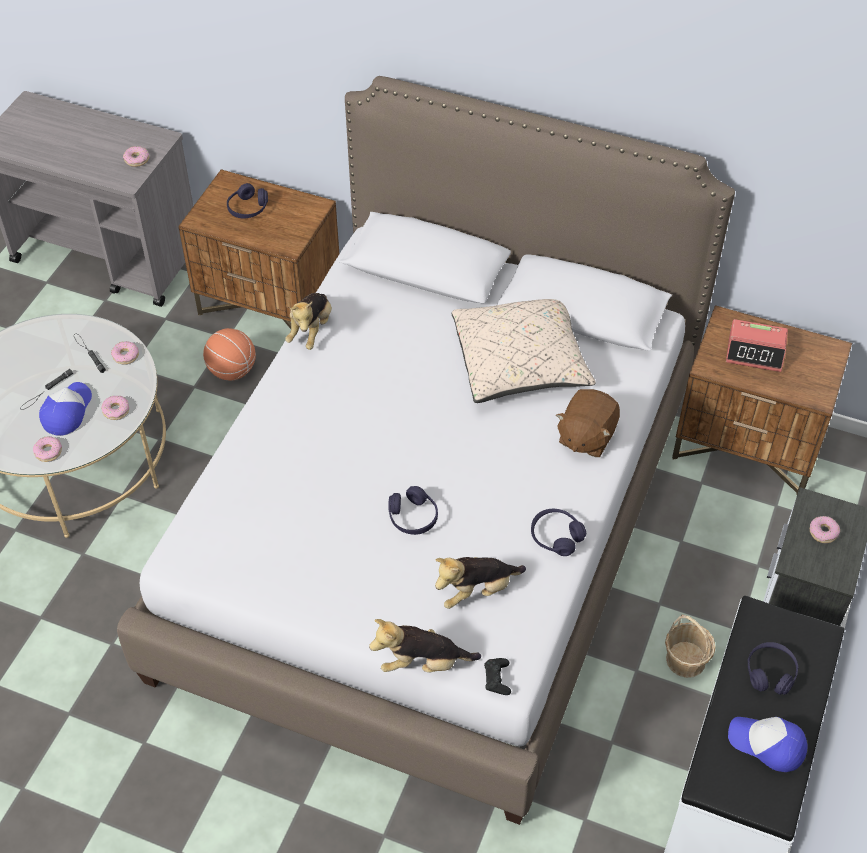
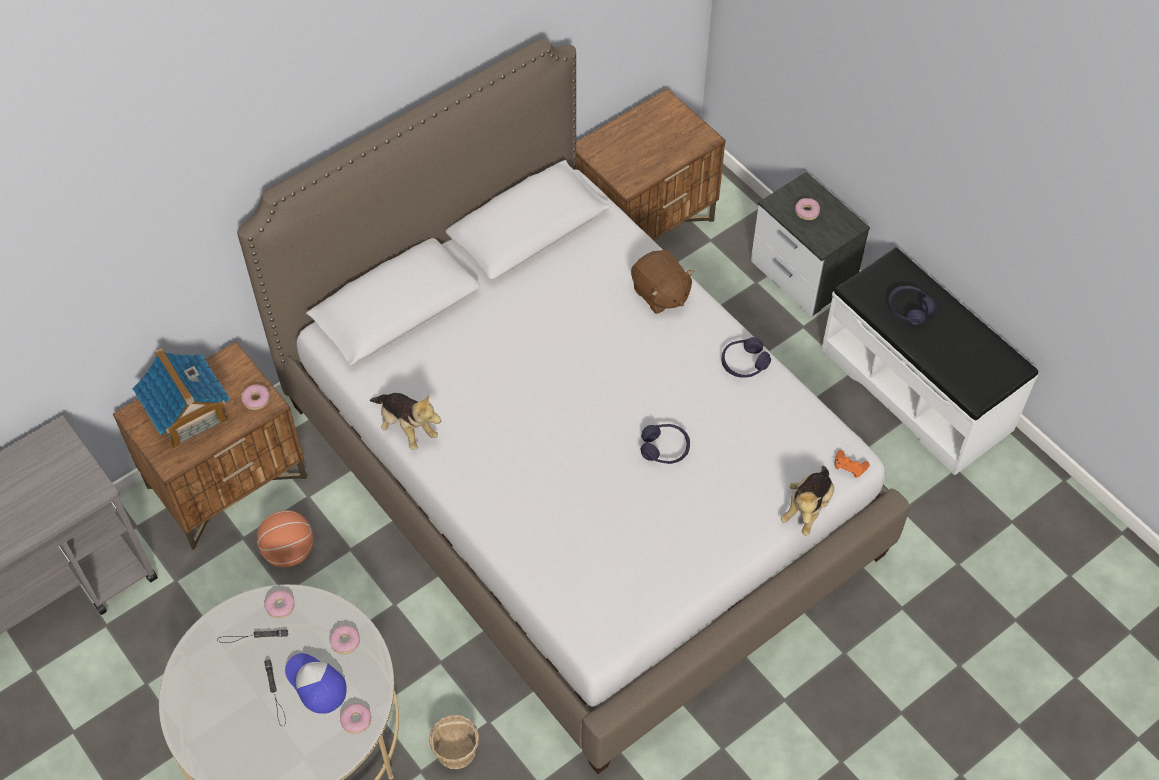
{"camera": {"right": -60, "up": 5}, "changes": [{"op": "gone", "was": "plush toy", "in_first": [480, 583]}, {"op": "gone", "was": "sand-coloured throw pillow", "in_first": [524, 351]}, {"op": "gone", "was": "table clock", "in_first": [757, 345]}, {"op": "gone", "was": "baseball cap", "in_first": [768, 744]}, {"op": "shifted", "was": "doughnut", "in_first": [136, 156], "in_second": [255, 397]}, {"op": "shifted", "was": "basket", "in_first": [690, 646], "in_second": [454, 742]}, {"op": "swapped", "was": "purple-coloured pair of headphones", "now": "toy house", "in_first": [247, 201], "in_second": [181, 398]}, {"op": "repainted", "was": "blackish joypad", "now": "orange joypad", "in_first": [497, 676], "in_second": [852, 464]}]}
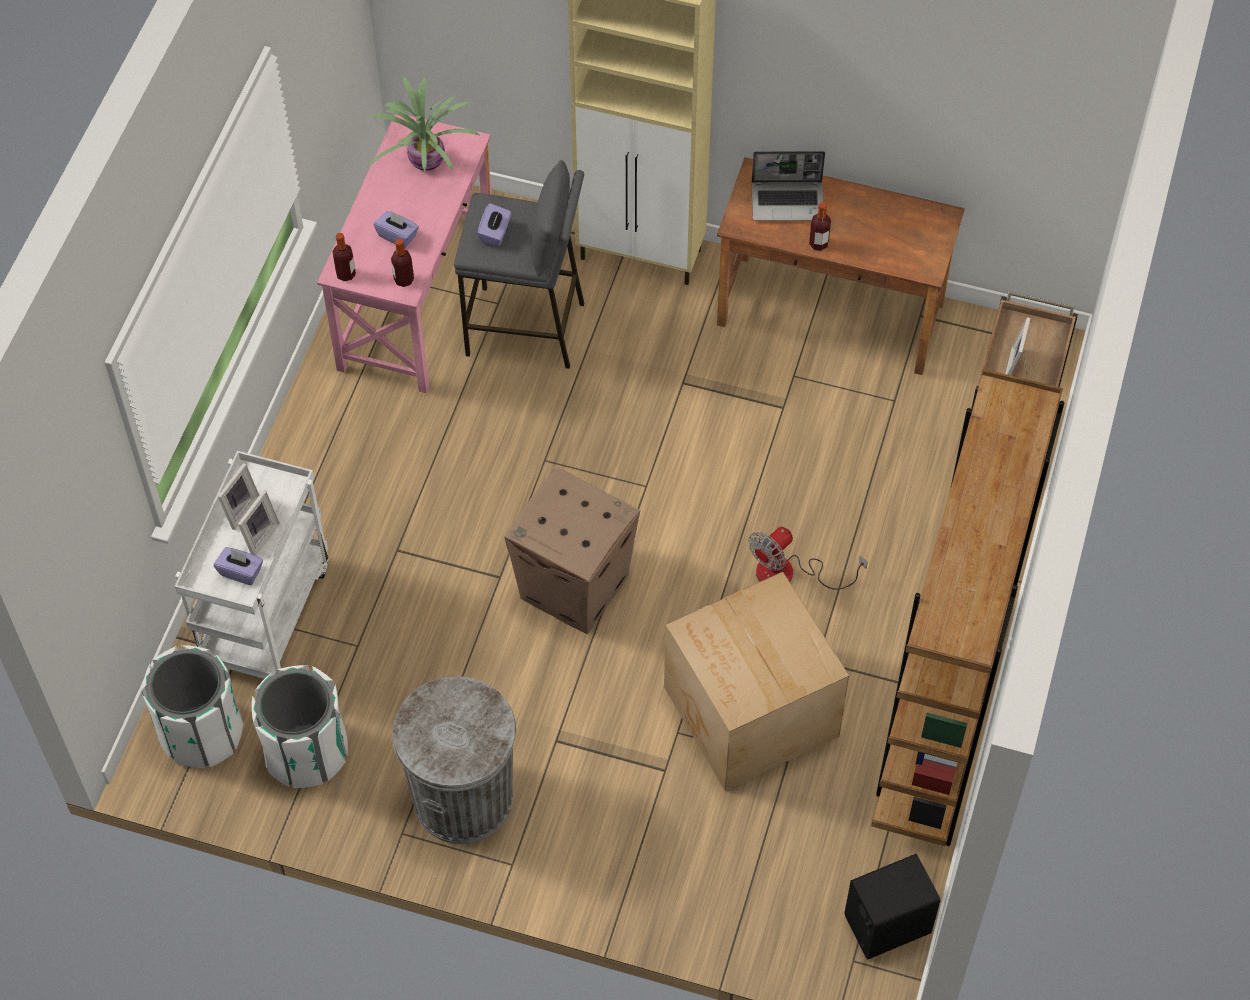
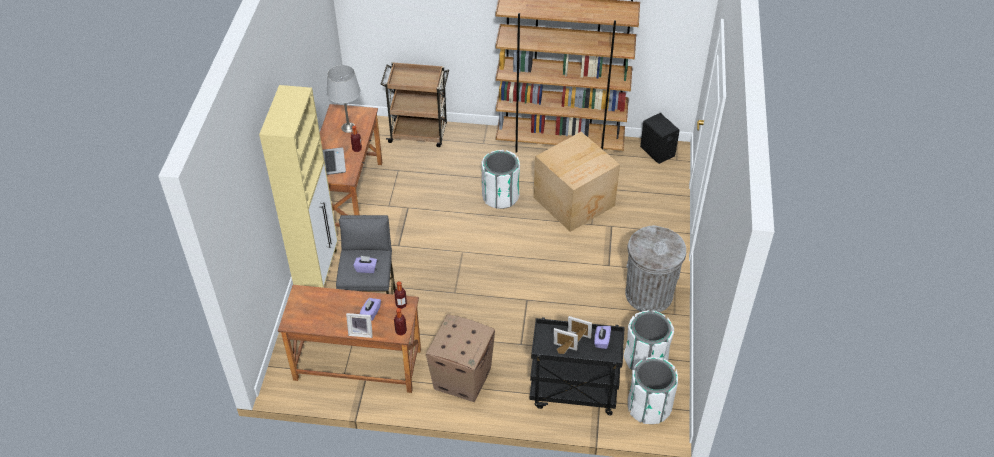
{"camera": {"right": -100, "up": -10}, "changes": [{"op": "gone", "was": "potted plant", "in_first": [424, 124]}, {"op": "new", "now": "grey table lamp", "in_second": [343, 99]}, {"op": "shifted", "was": "cardboard box", "in_first": [572, 550], "in_second": [460, 358]}, {"op": "shifted", "was": "photo frame", "in_first": [1017, 346], "in_second": [359, 325]}, {"op": "swapped", "was": "cooling fan", "now": "whitish rubbish bin", "in_first": [808, 558], "in_second": [500, 179]}, {"op": "repainted", "was": "whitish cart", "now": "blackish cart", "in_first": [252, 565], "in_second": [577, 366]}, {"op": "repainted", "was": "pink-coloured desk unit", "now": "brown desk unit", "in_first": [404, 253], "in_second": [349, 339]}]}
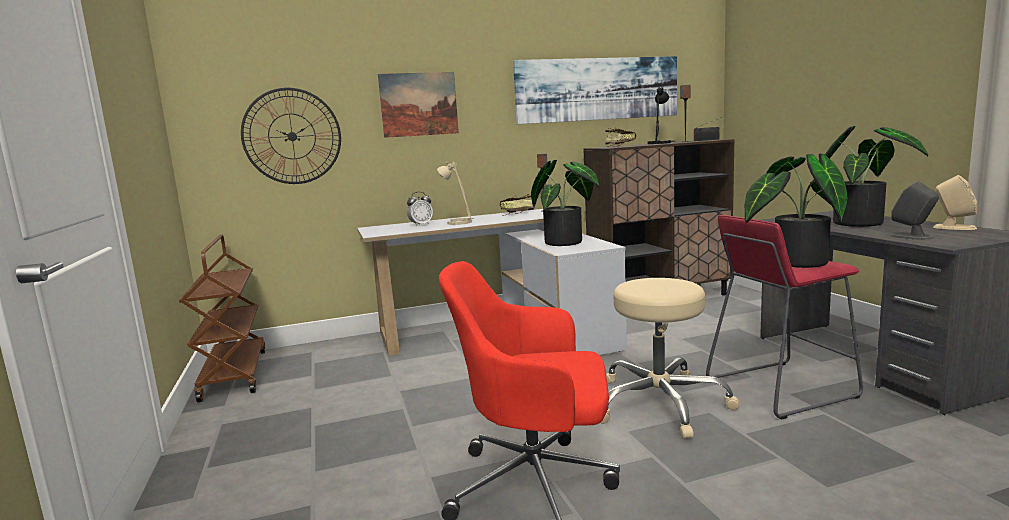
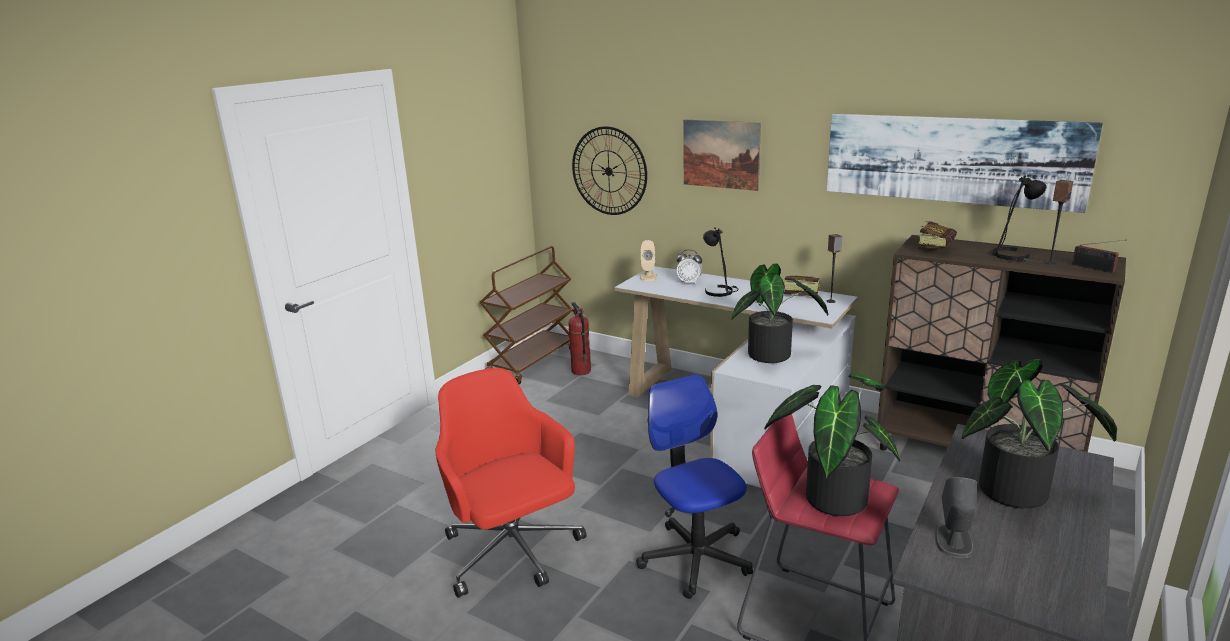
{"camera": {"right": 50, "up": 10}, "changes": [{"op": "new", "now": "extinguisher", "in_second": [579, 338]}, {"op": "shifted", "was": "sand-coloured audio speaker", "in_first": [955, 202], "in_second": [648, 260]}, {"op": "swapped", "was": "sand-coloured sitting stool", "now": "computer chair", "in_first": [670, 358], "in_second": [694, 486]}, {"op": "repainted", "was": "sand-coloured table lamp", "now": "blackish table lamp", "in_first": [455, 193], "in_second": [720, 262]}]}
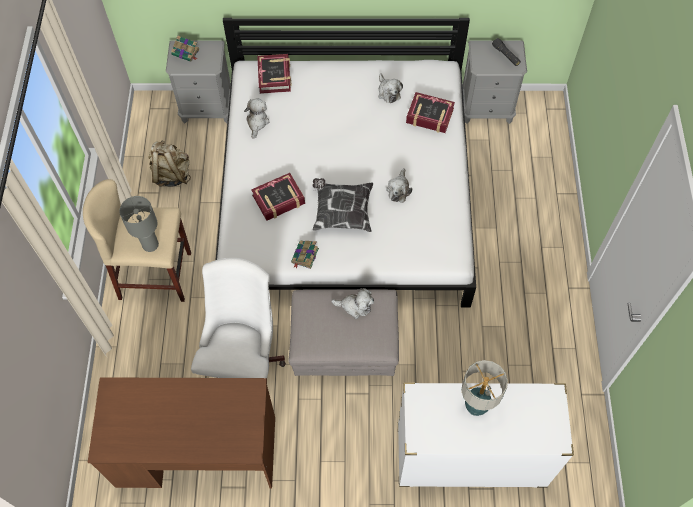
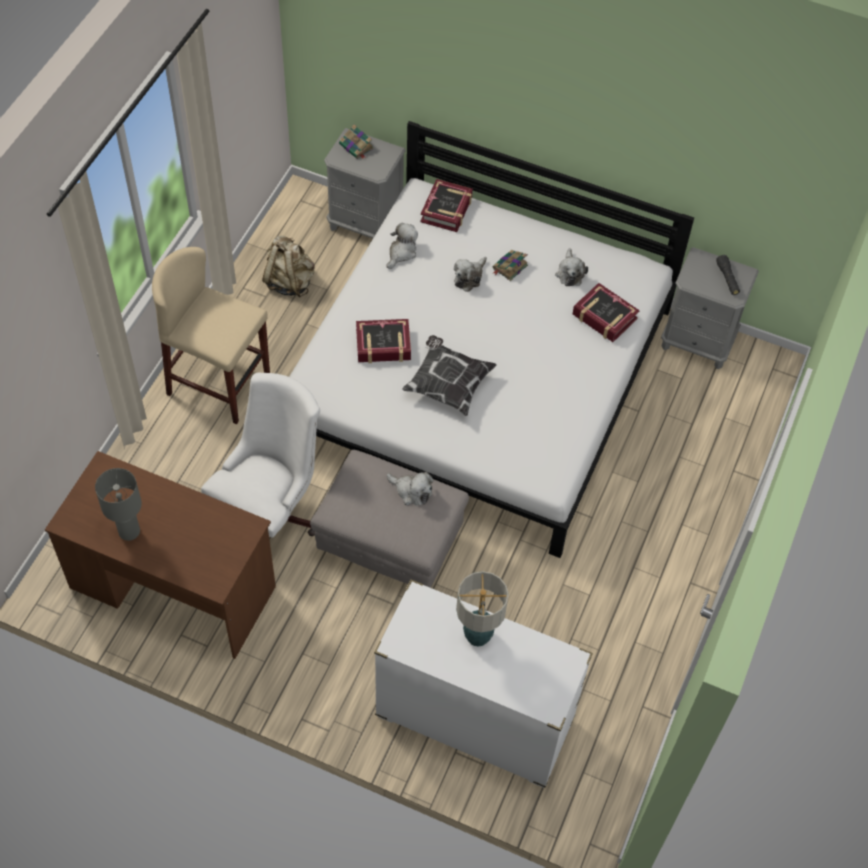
{"camera": {"right": 20, "up": -5}, "changes": [{"op": "shifted", "was": "grey table lamp", "in_first": [139, 224], "in_second": [118, 504]}, {"op": "shifted", "was": "bound book", "in_first": [305, 255], "in_second": [510, 265]}, {"op": "shifted", "was": "plush toy", "in_first": [399, 185], "in_second": [470, 274]}]}
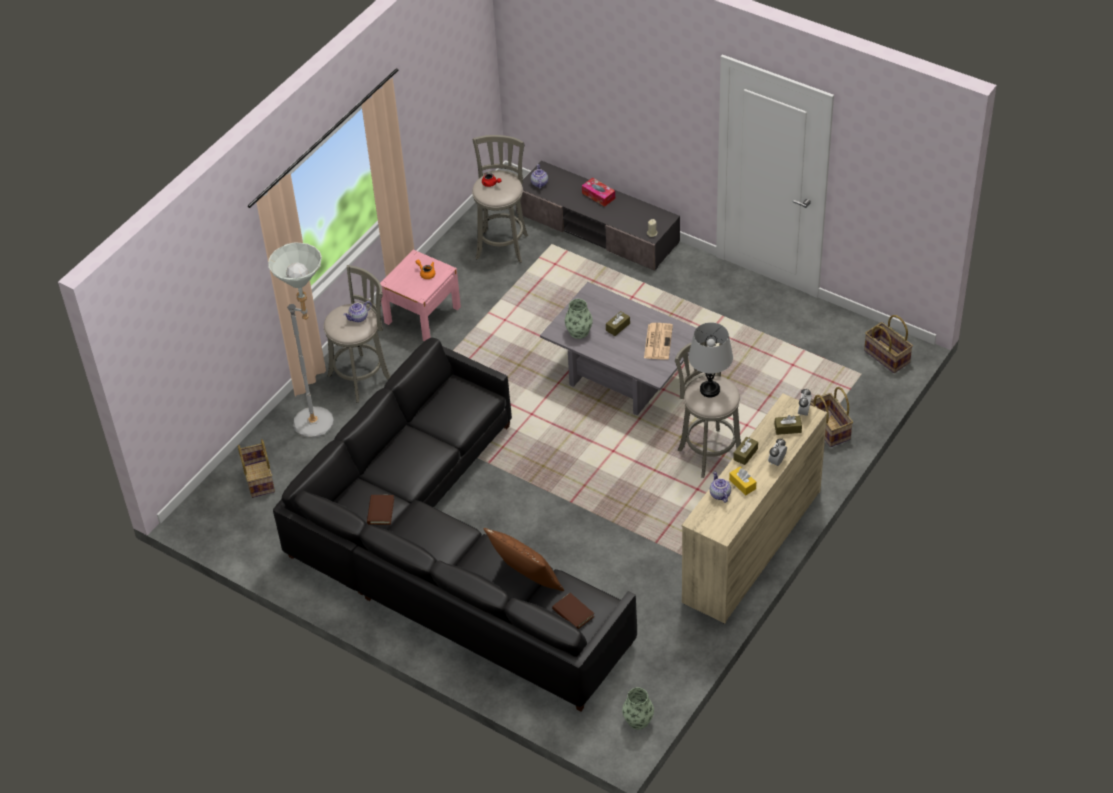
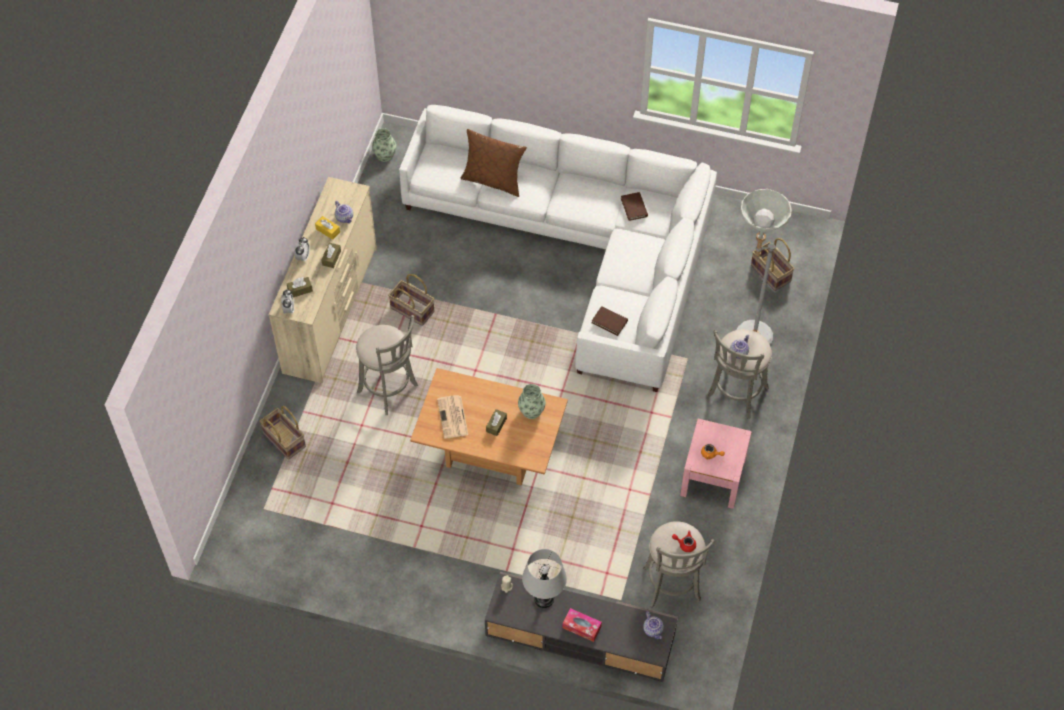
{"camera": {"right": 160, "up": 10}, "changes": [{"op": "shifted", "was": "brown bound book", "in_first": [573, 611], "in_second": [610, 321]}, {"op": "shifted", "was": "grey table lamp", "in_first": [710, 359], "in_second": [544, 578]}, {"op": "shifted", "was": "basket", "in_first": [888, 344], "in_second": [411, 300]}, {"op": "repainted", "was": "blackish couch", "now": "whitish couch", "in_first": [455, 525], "in_second": [558, 248]}, {"op": "repainted", "was": "grey lounge table", "now": "brown lounge table", "in_first": [618, 348], "in_second": [489, 427]}]}
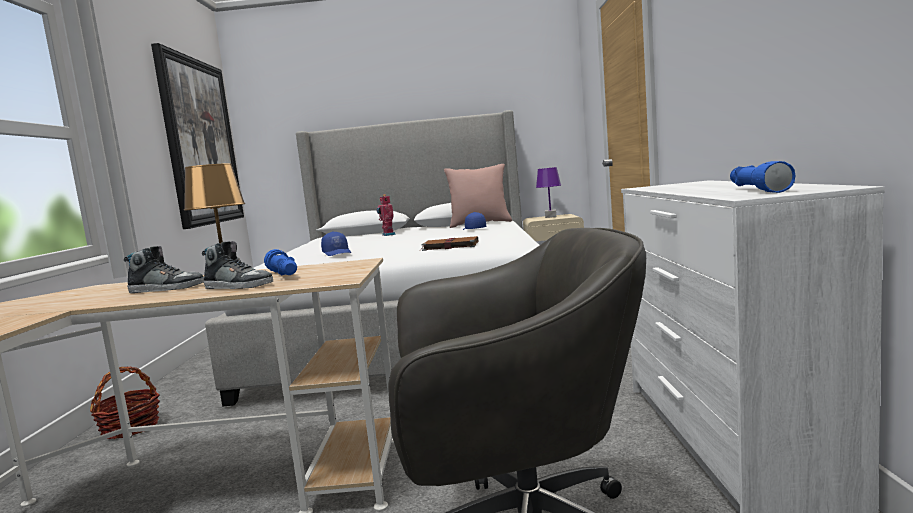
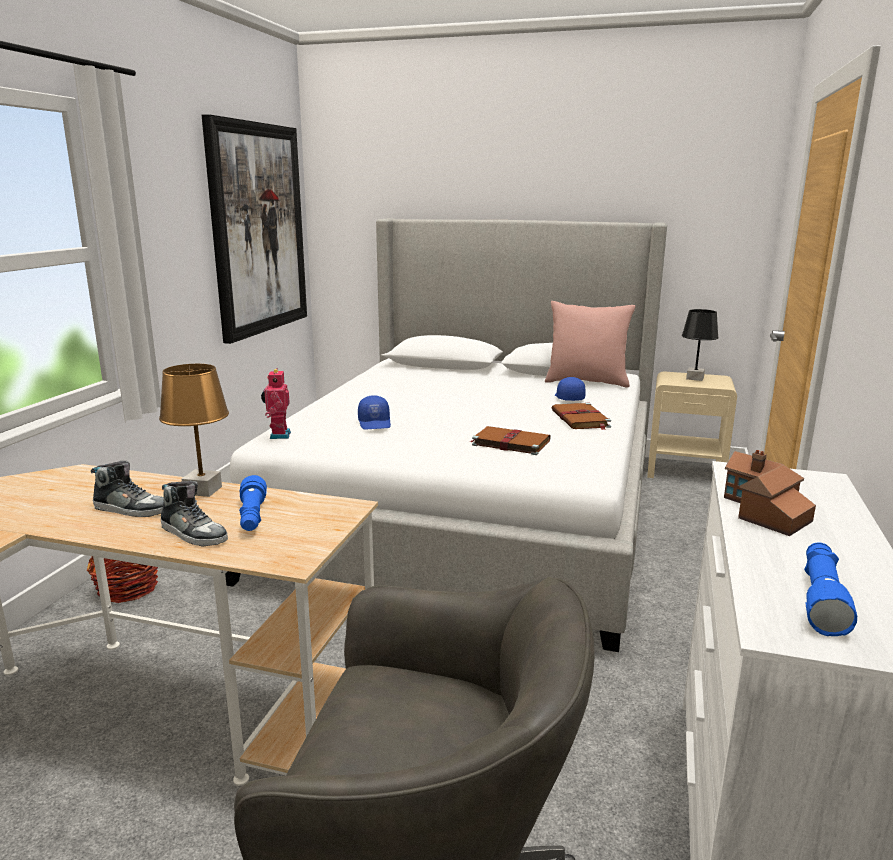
{"camera": {"right": 15, "up": 10}, "changes": [{"op": "new", "now": "brown bound book", "in_second": [581, 416]}, {"op": "new", "now": "toy house", "in_second": [770, 493]}, {"op": "shifted", "was": "toy robot", "in_first": [386, 215], "in_second": [276, 403]}, {"op": "repainted", "was": "purple-coloured table lamp", "now": "blackish table lamp", "in_first": [548, 192], "in_second": [700, 345]}]}
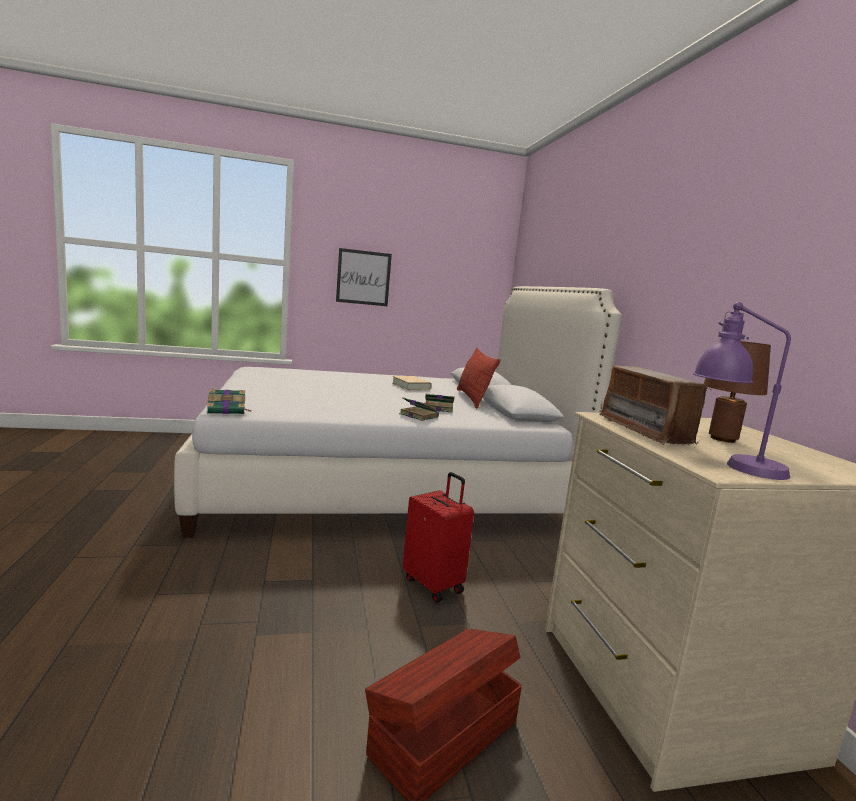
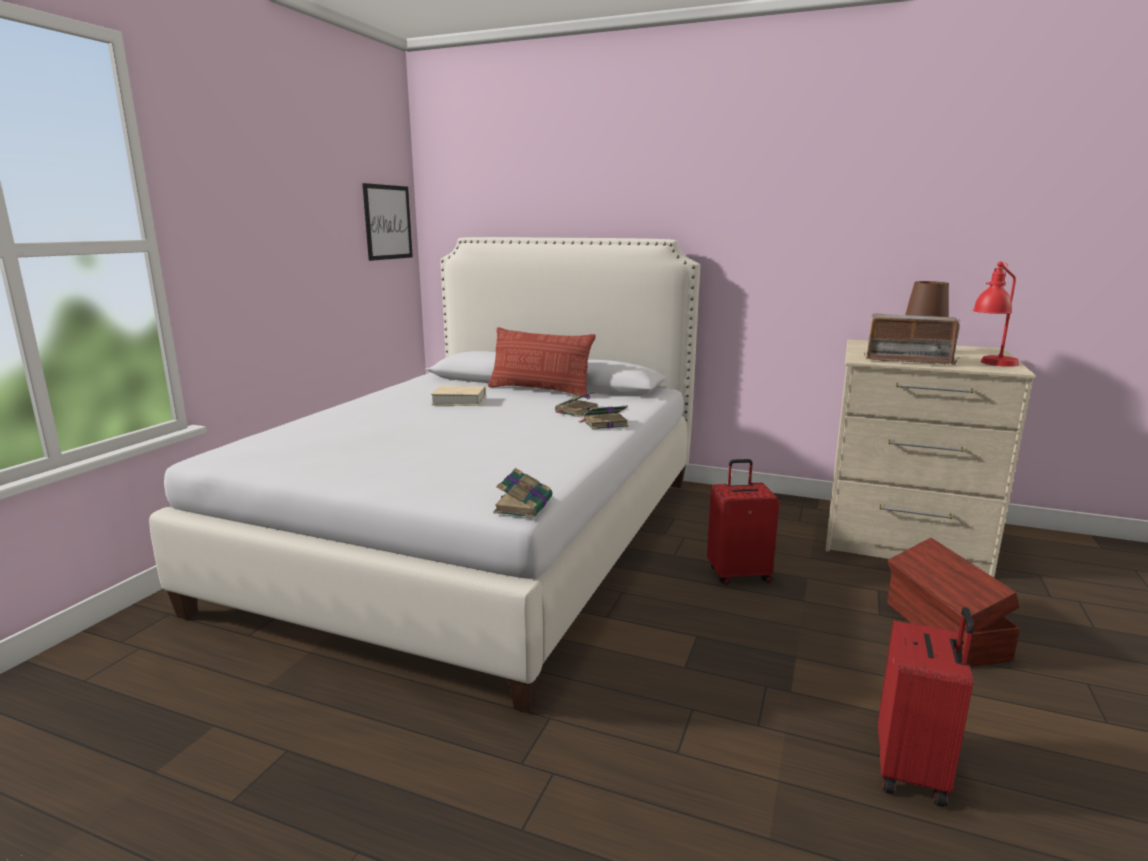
{"camera": {"right": -55, "up": 5}, "changes": [{"op": "new", "now": "red-coloured piece of luggage", "in_second": [926, 707]}, {"op": "shifted", "was": "picture", "in_first": [364, 277], "in_second": [387, 222]}, {"op": "repainted", "was": "purple-coloured table lamp", "now": "red-coloured table lamp", "in_first": [742, 391], "in_second": [996, 314]}]}
